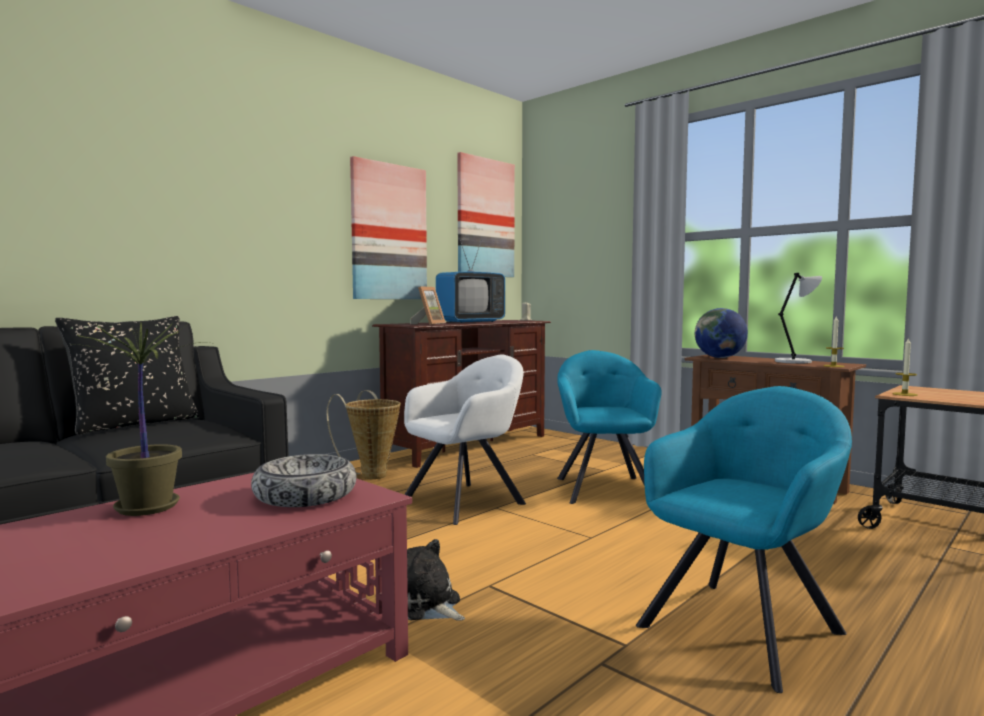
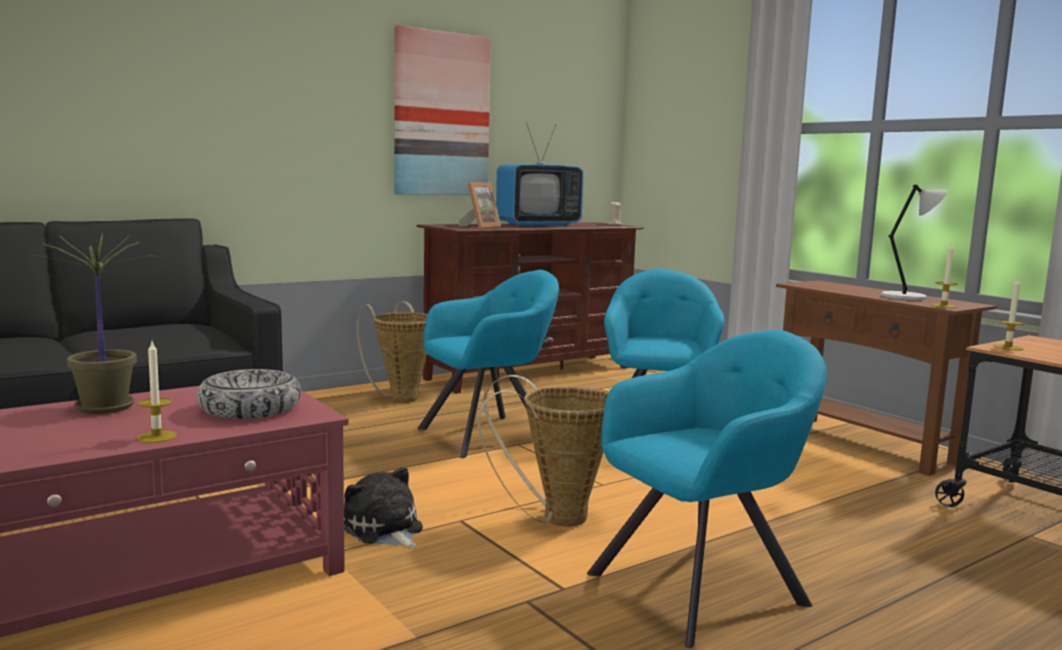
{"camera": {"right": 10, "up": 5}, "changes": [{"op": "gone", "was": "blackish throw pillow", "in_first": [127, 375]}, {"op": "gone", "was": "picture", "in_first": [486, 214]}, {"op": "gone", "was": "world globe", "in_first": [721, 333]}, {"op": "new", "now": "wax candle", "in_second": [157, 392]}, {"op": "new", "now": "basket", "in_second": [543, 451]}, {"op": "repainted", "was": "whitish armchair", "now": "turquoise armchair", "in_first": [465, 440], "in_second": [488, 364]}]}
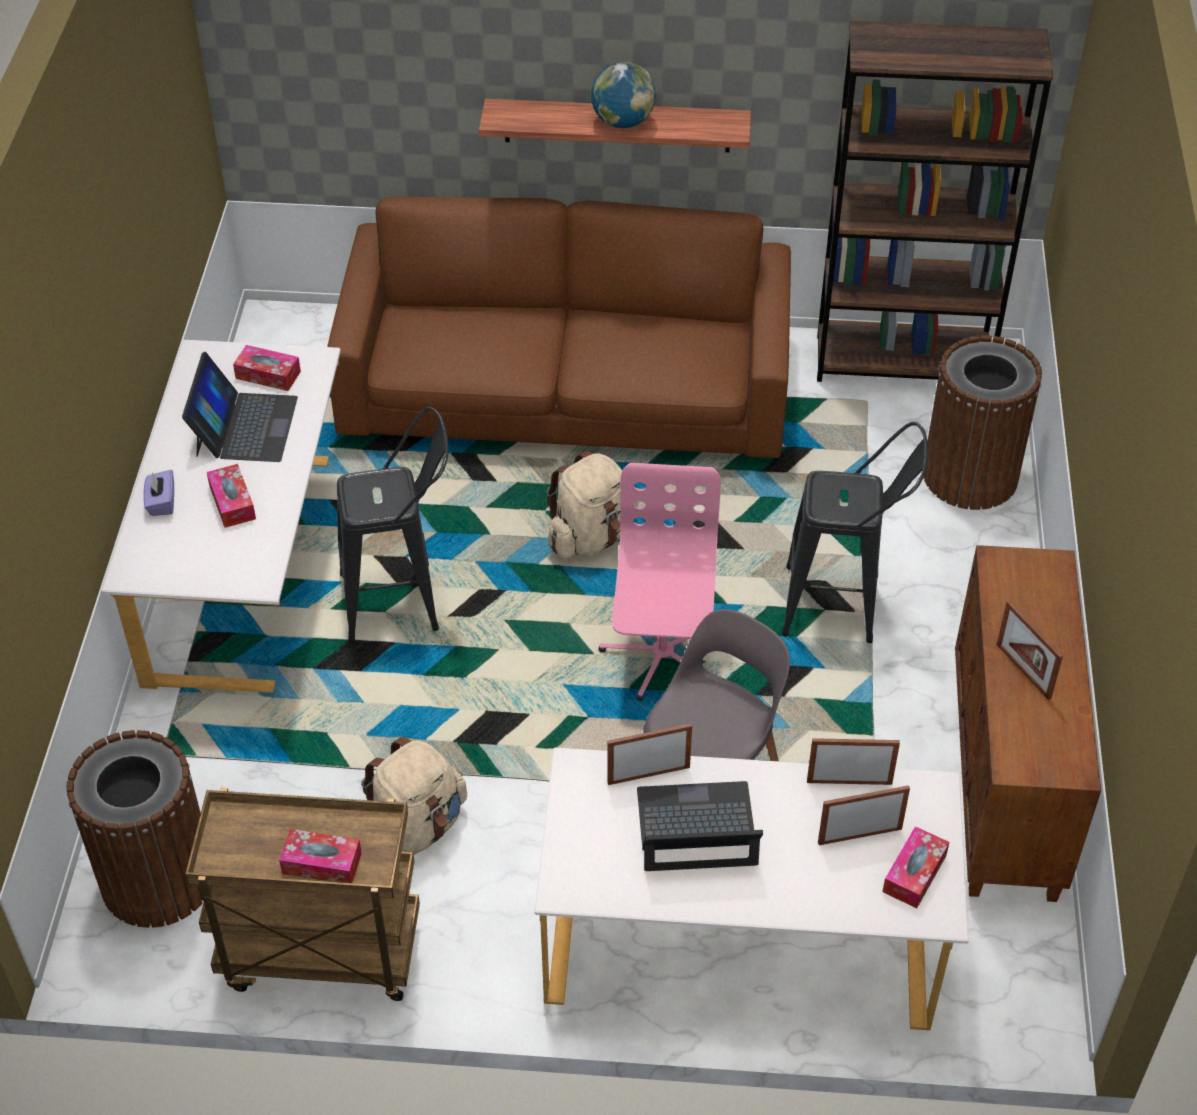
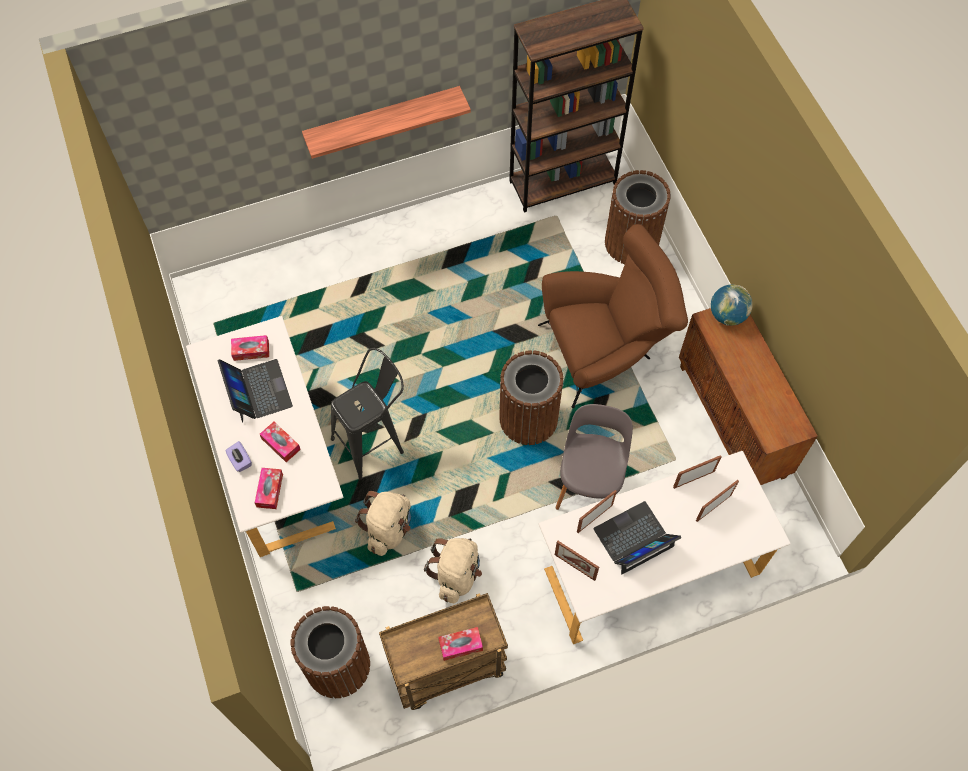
{"camera": {"right": -25, "up": 15}, "changes": [{"op": "gone", "was": "brown couch", "in_first": [559, 327]}, {"op": "shifted", "was": "sand-coloured backpack", "in_first": [592, 505], "in_second": [383, 523]}, {"op": "shifted", "was": "world globe", "in_first": [623, 95], "in_second": [732, 305]}, {"op": "shifted", "was": "tissue box", "in_first": [915, 867], "in_second": [269, 488]}, {"op": "shifted", "was": "photo frame", "in_first": [1030, 650], "in_second": [577, 561]}, {"op": "swapped", "was": "pink-coloured computer chair", "now": "brown rubbish bin", "in_first": [660, 582], "in_second": [531, 397]}, {"op": "swapped", "was": "blackish sitting stool", "now": "brown armchair", "in_first": [855, 532], "in_second": [613, 316]}]}
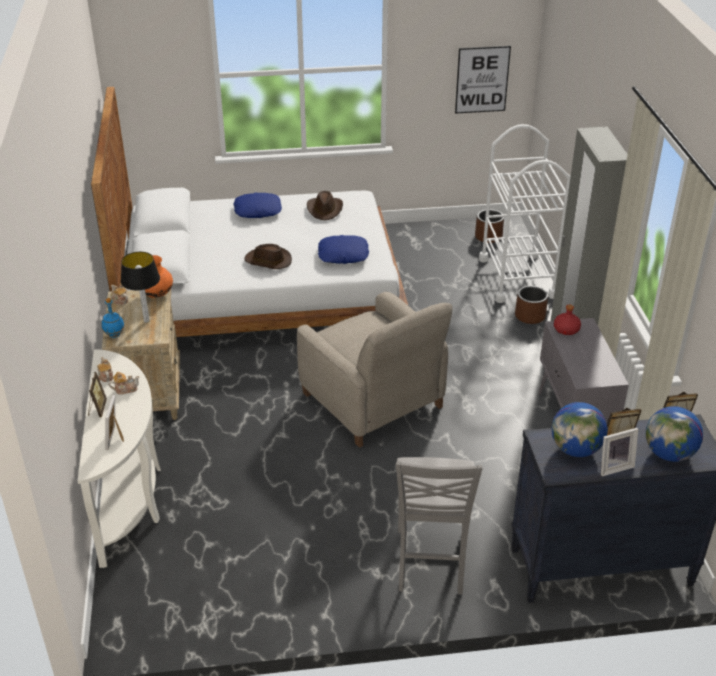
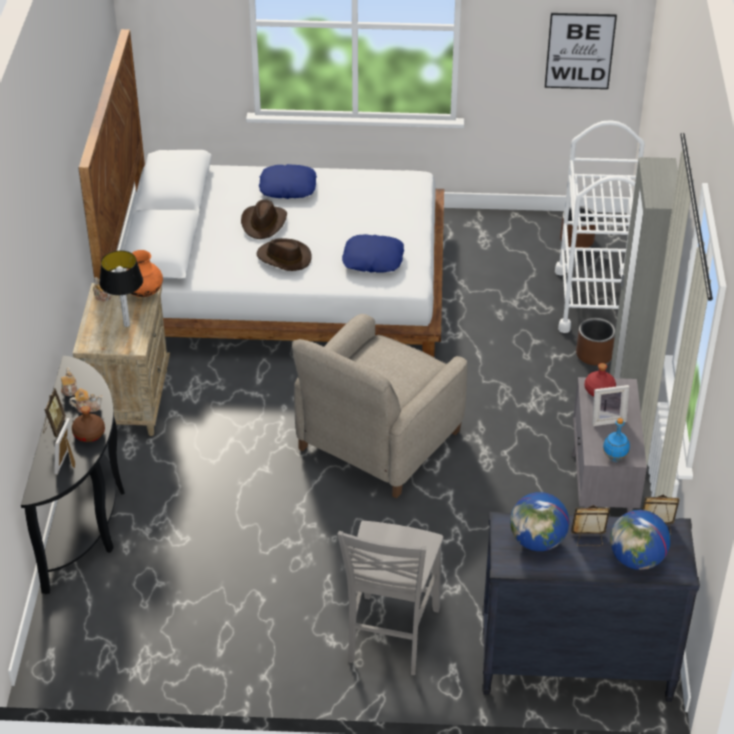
{"camera": {"right": 10, "up": 5}, "changes": [{"op": "new", "now": "brown bottle", "in_second": [88, 424]}, {"op": "shifted", "was": "bluish bottle", "in_first": [112, 318], "in_second": [616, 440]}, {"op": "shifted", "was": "brown clothing hat", "in_first": [325, 205], "in_second": [264, 219]}, {"op": "shifted", "was": "photo frame", "in_first": [619, 452], "in_second": [610, 405]}, {"op": "repainted", "was": "whitish hall table", "now": "blackish hall table", "in_first": [119, 458], "in_second": [73, 475]}, {"op": "rotated", "was": "sand-coloured armchair", "in_first": [375, 370], "in_second": [380, 406], "clockwise": 60}]}
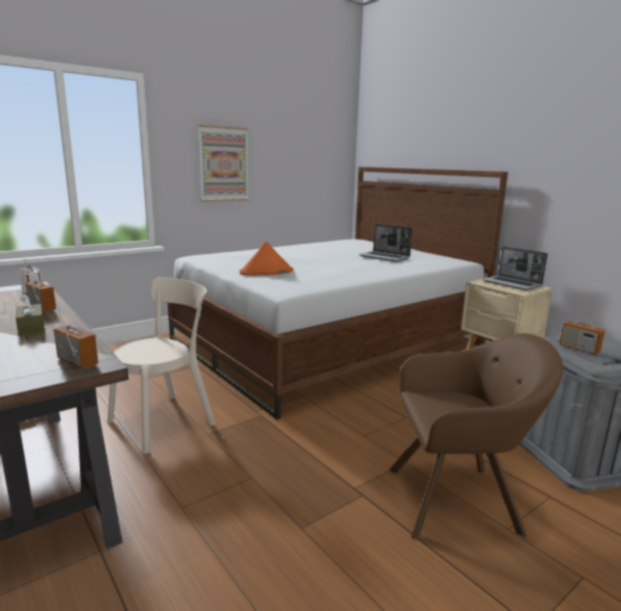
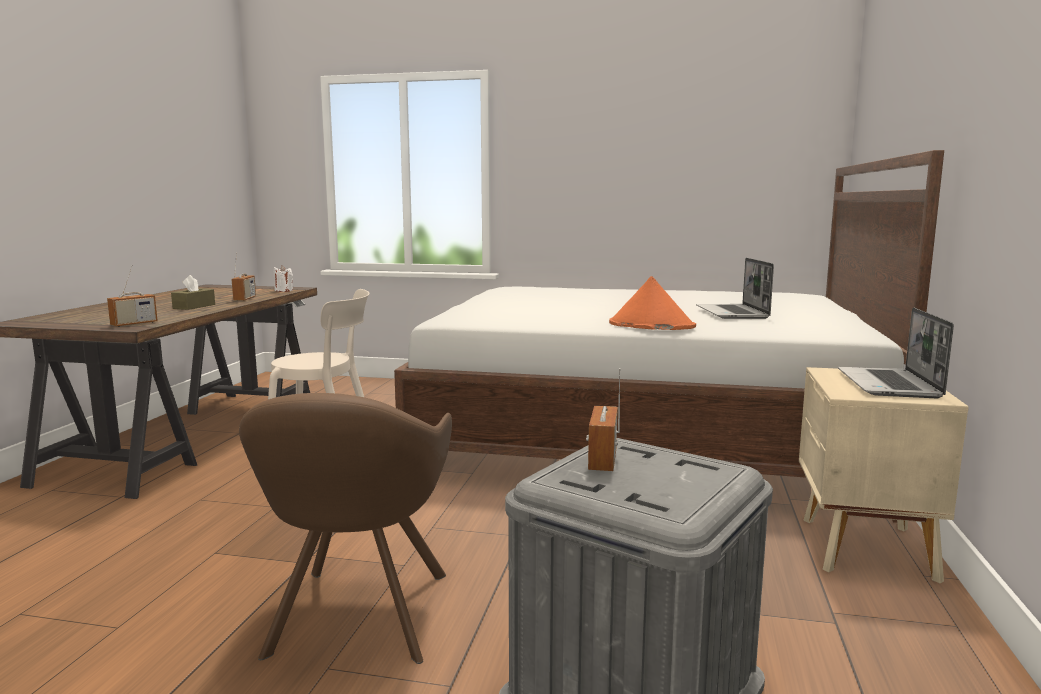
{"camera": {"right": 50, "up": -5}, "changes": [{"op": "gone", "was": "picture", "in_first": [223, 163]}, {"op": "shifted", "was": "orange clothing hat", "in_first": [266, 259], "in_second": [652, 303]}, {"op": "rotated", "was": "radio", "in_first": [76, 333], "in_second": [132, 296], "clockwise": 45}, {"op": "rotated", "was": "brown armchair", "in_first": [476, 436], "in_second": [345, 528], "clockwise": 45}]}
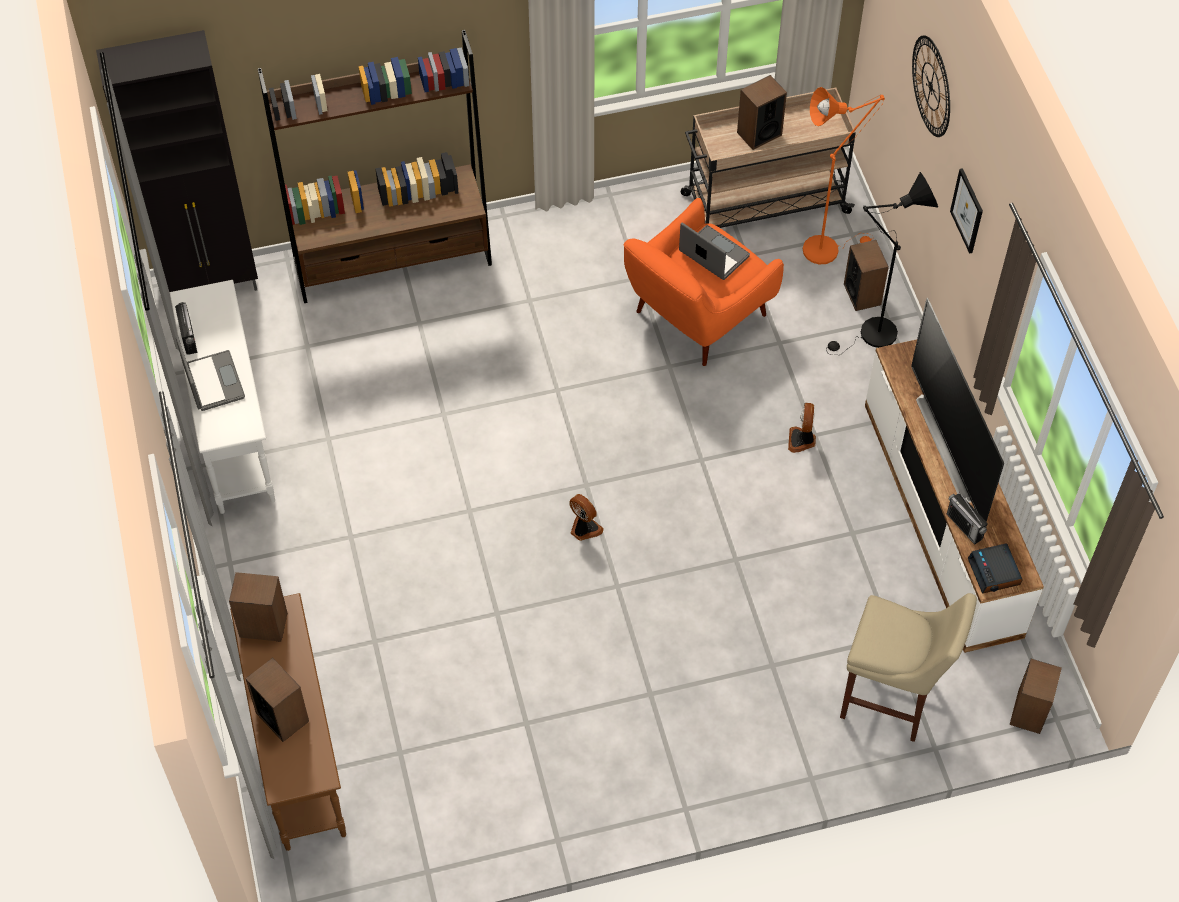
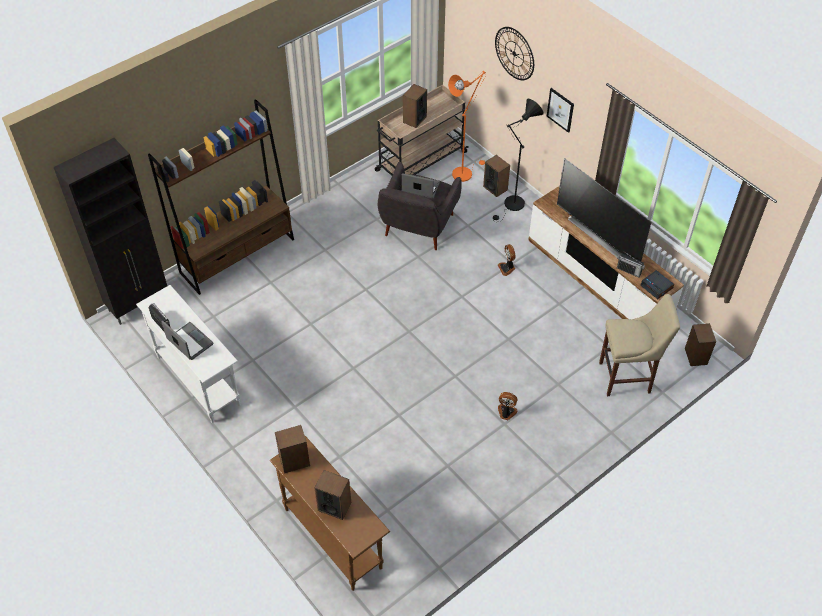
{"camera": {"right": -25, "up": -5}, "changes": [{"op": "shifted", "was": "cooling fan", "in_first": [586, 517], "in_second": [508, 406]}, {"op": "repainted", "was": "orange armchair", "now": "grey armchair", "in_first": [704, 282], "in_second": [420, 206]}]}
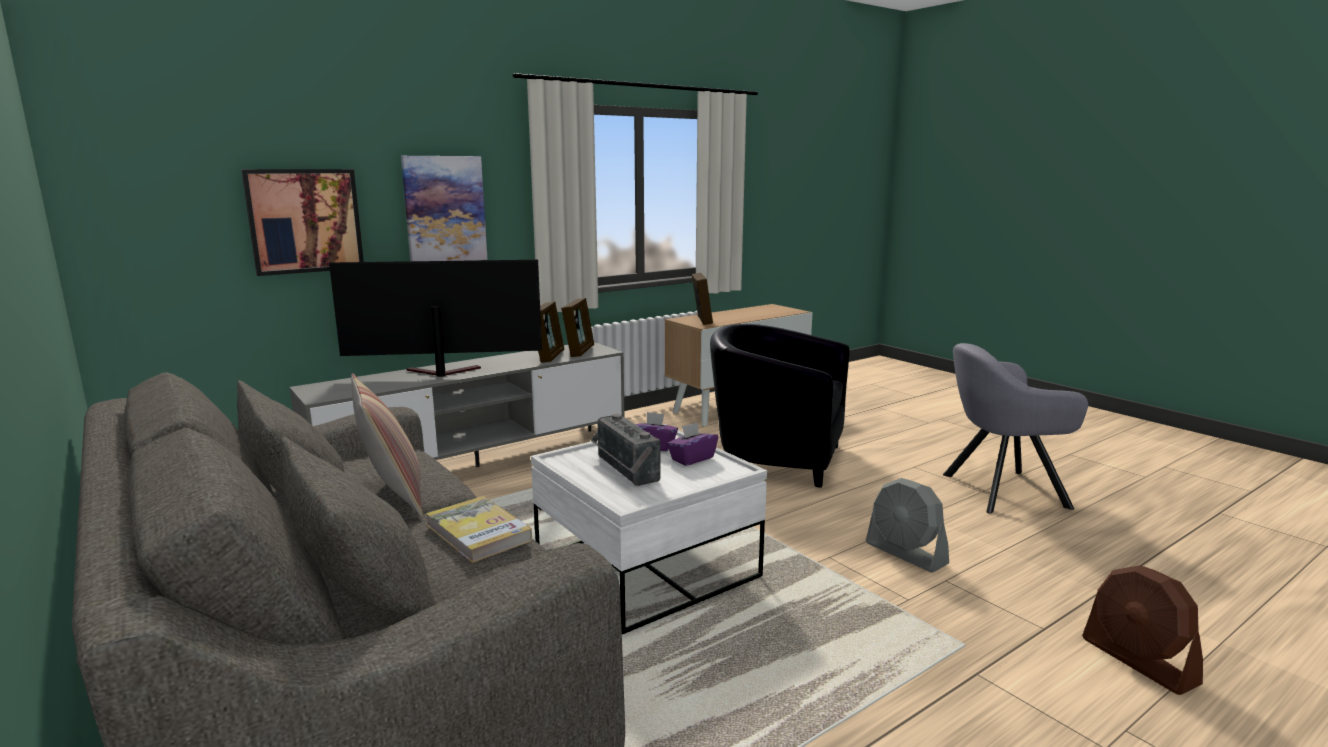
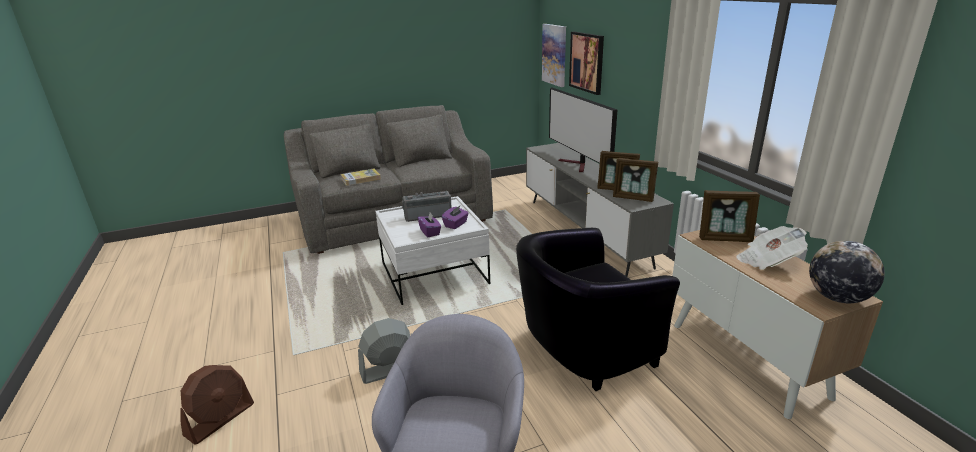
{"camera": {"right": 105, "up": 10}, "changes": [{"op": "gone", "was": "throw pillow", "in_first": [387, 445]}, {"op": "new", "now": "daily paper", "in_second": [772, 248]}, {"op": "new", "now": "world globe", "in_second": [847, 272]}, {"op": "shifted", "was": "picture", "in_first": [444, 208], "in_second": [554, 55]}, {"op": "rotated", "was": "TV", "in_first": [435, 318], "in_second": [583, 129], "clockwise": 150}, {"op": "rotated", "was": "blackish armchair", "in_first": [780, 406], "in_second": [598, 309], "clockwise": -150}, {"op": "rotated", "was": "brown cooling fan", "in_first": [1142, 630], "in_second": [217, 405], "clockwise": 135}]}
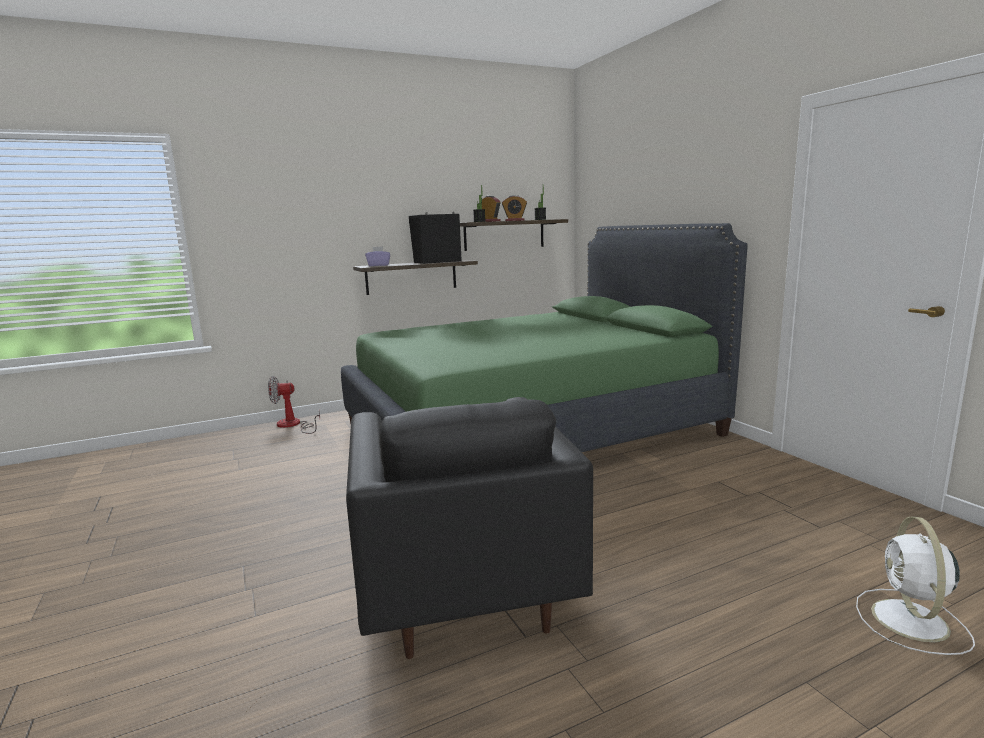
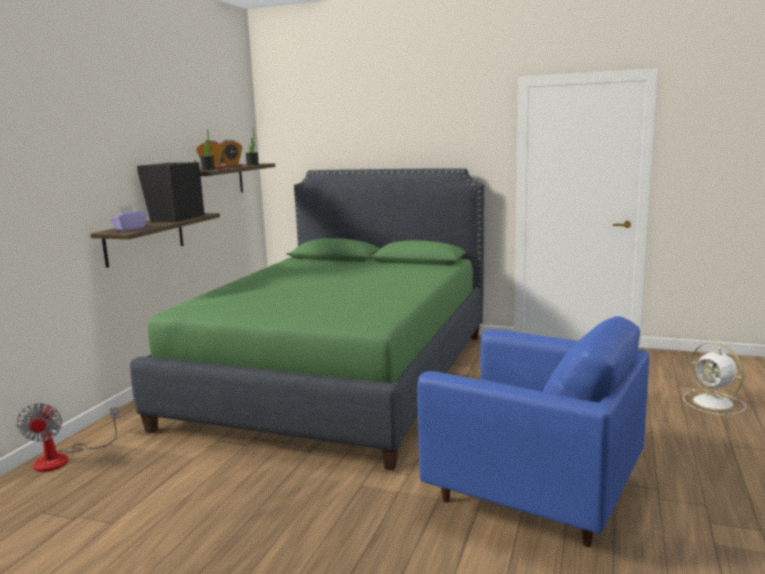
{"camera": {"right": -45, "up": 0}, "changes": [{"op": "repainted", "was": "blackish armchair", "now": "bluish armchair", "in_first": [469, 528], "in_second": [533, 431]}, {"op": "rotated", "was": "cooling fan", "in_first": [294, 405], "in_second": [68, 437], "clockwise": -45}]}
